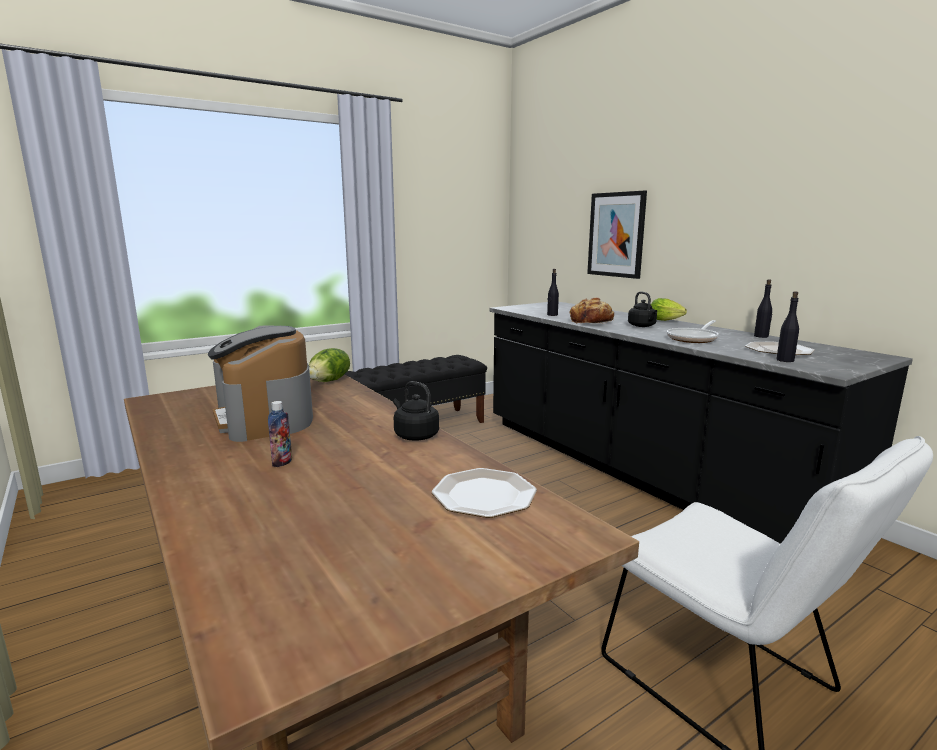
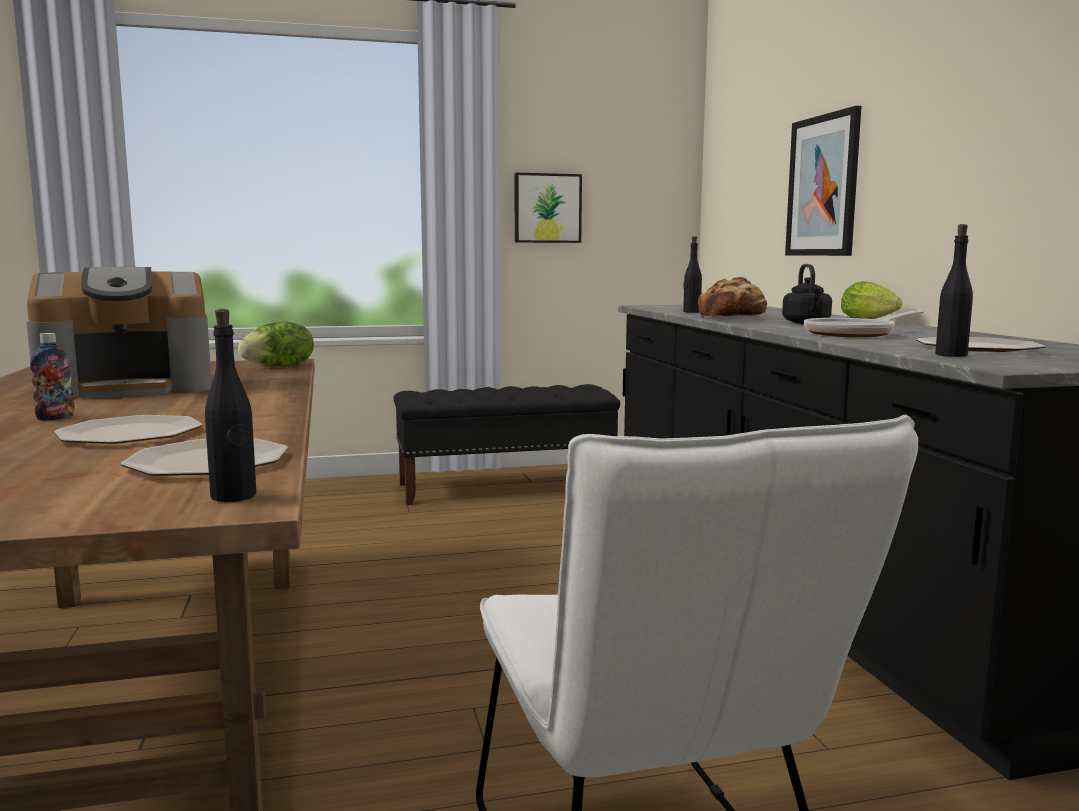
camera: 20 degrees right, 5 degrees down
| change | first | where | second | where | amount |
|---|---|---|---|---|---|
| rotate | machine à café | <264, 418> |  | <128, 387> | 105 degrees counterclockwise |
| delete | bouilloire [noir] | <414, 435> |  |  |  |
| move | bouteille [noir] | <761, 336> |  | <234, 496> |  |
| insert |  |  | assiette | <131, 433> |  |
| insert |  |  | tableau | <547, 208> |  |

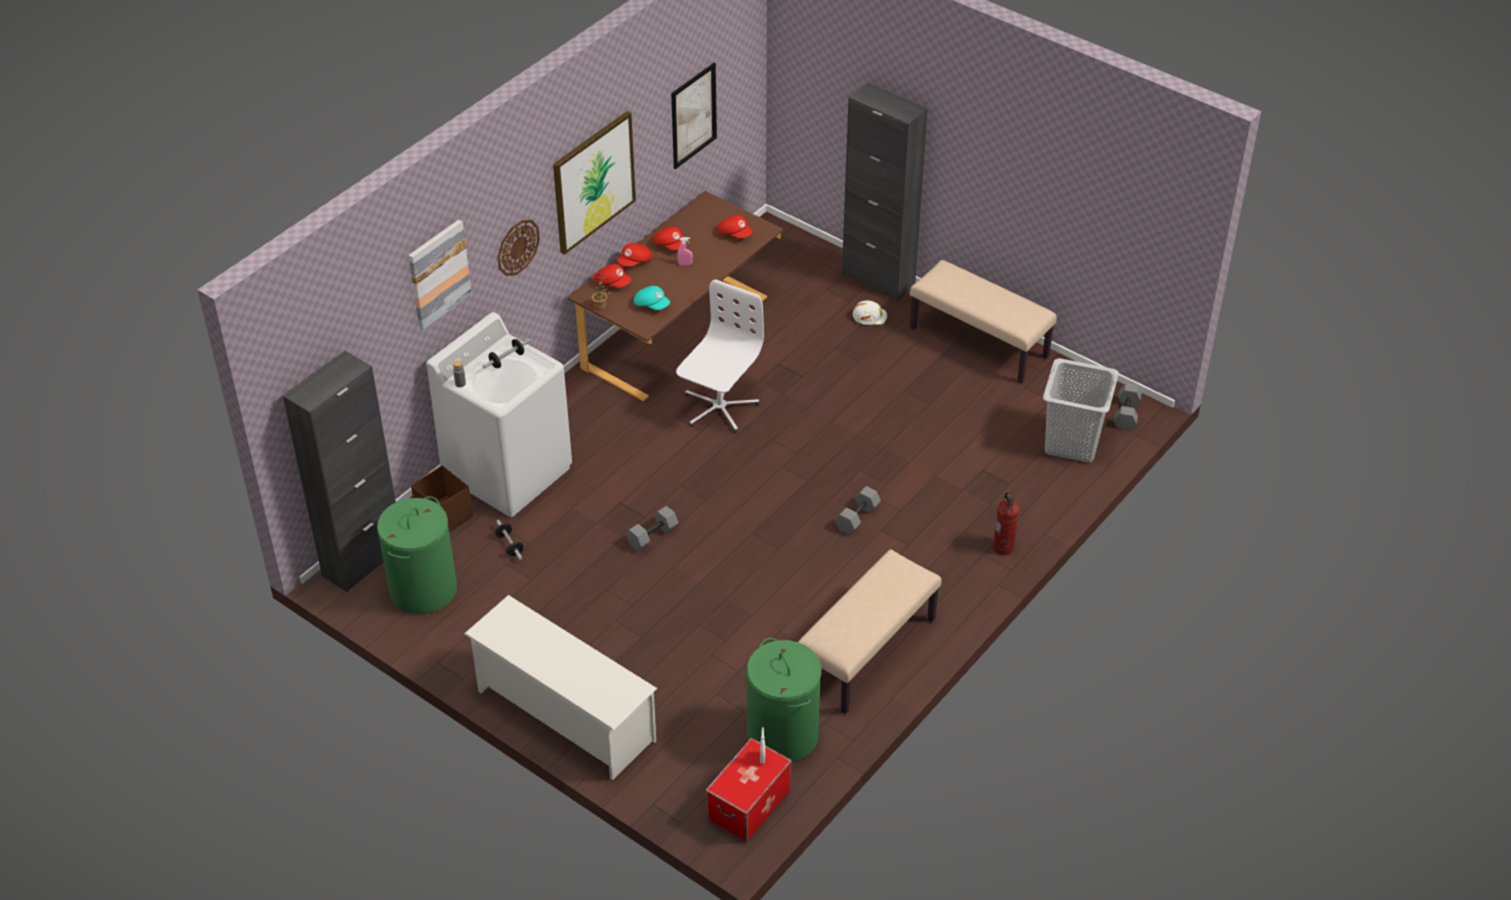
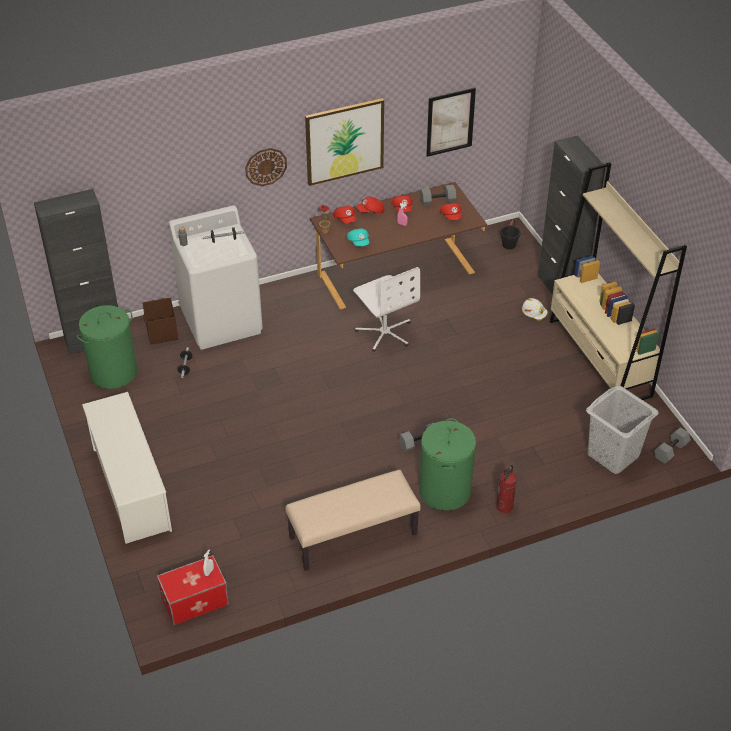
camera: 30 degrees right, 0 degrees up
| change | first | where | second | where | amount |
|---|---|---|---|---|---|
| delete | tableau | <438, 274> |  |  |  |
| move | haltère [gris] | <652, 535> |  | <437, 201> |  |
| rotate | chaise de bureau [blanc] | <719, 408> |  | <385, 332> | 90 degrees clockwise |
| move | panier à linge [vert] | <783, 735> |  | <445, 491> |  |
| replace | banc [beige] | <979, 342> | bibliothèque [beige] | <599, 358> |  |
| insert |  |  | seau [noir] | <509, 245> |  |

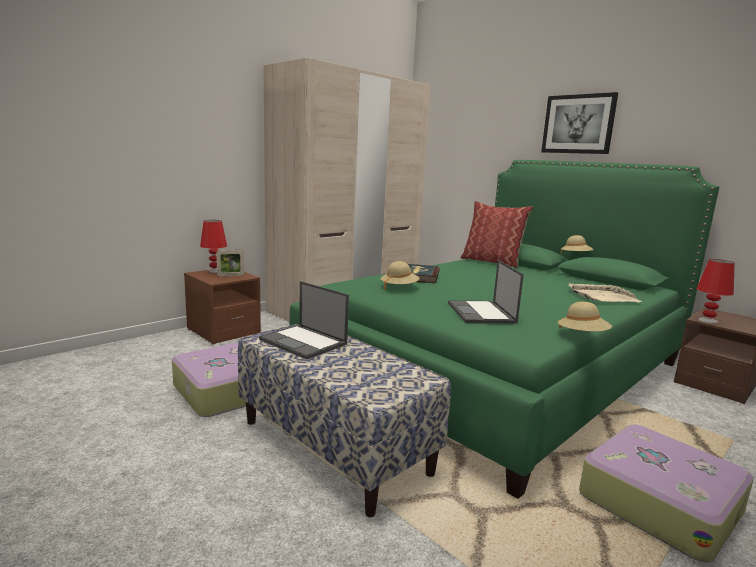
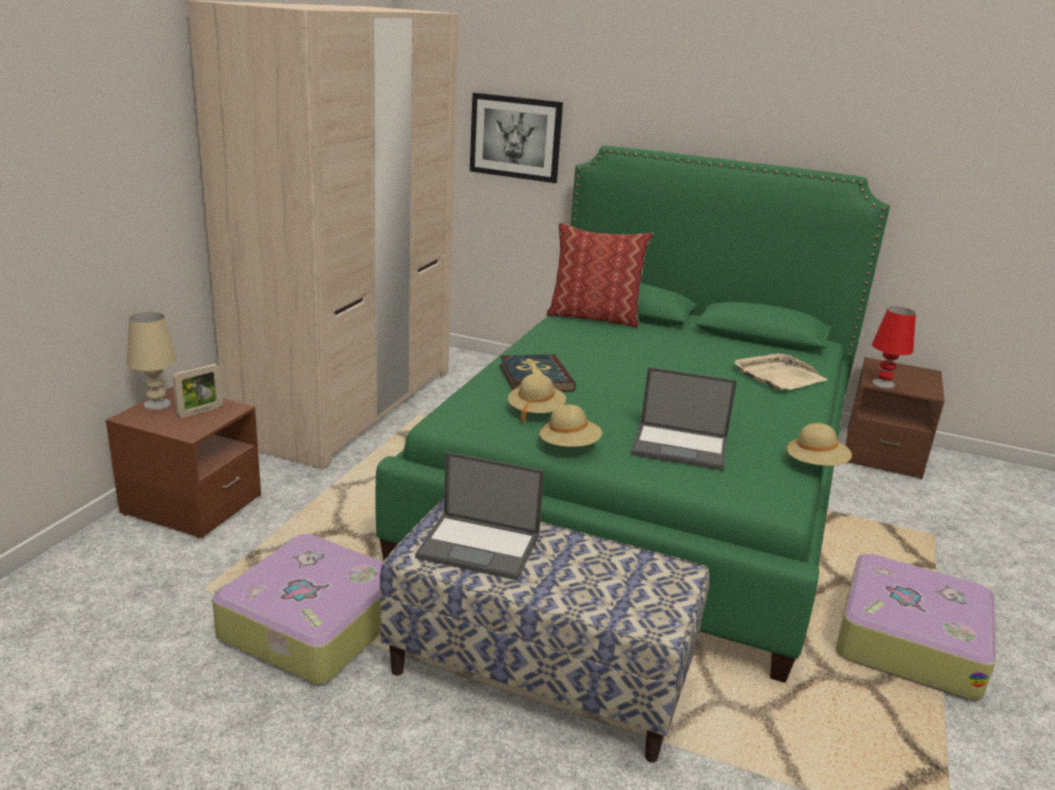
camera: 25 degrees left, 10 degrees up
| change | first | where | second | where | amount |
|---|---|---|---|---|---|
| recolor | lampe de table [rouge] | <214, 271> | lampe de table [beige] | <157, 404> |  |
| rotate | ordinateur portable | <481, 313> |  | <681, 447> | 45 degrees counterclockwise |
| move | tableau | <578, 124> |  | <515, 137> |  |
| move | chapeau [beige] | <575, 256> |  | <569, 446> |  |

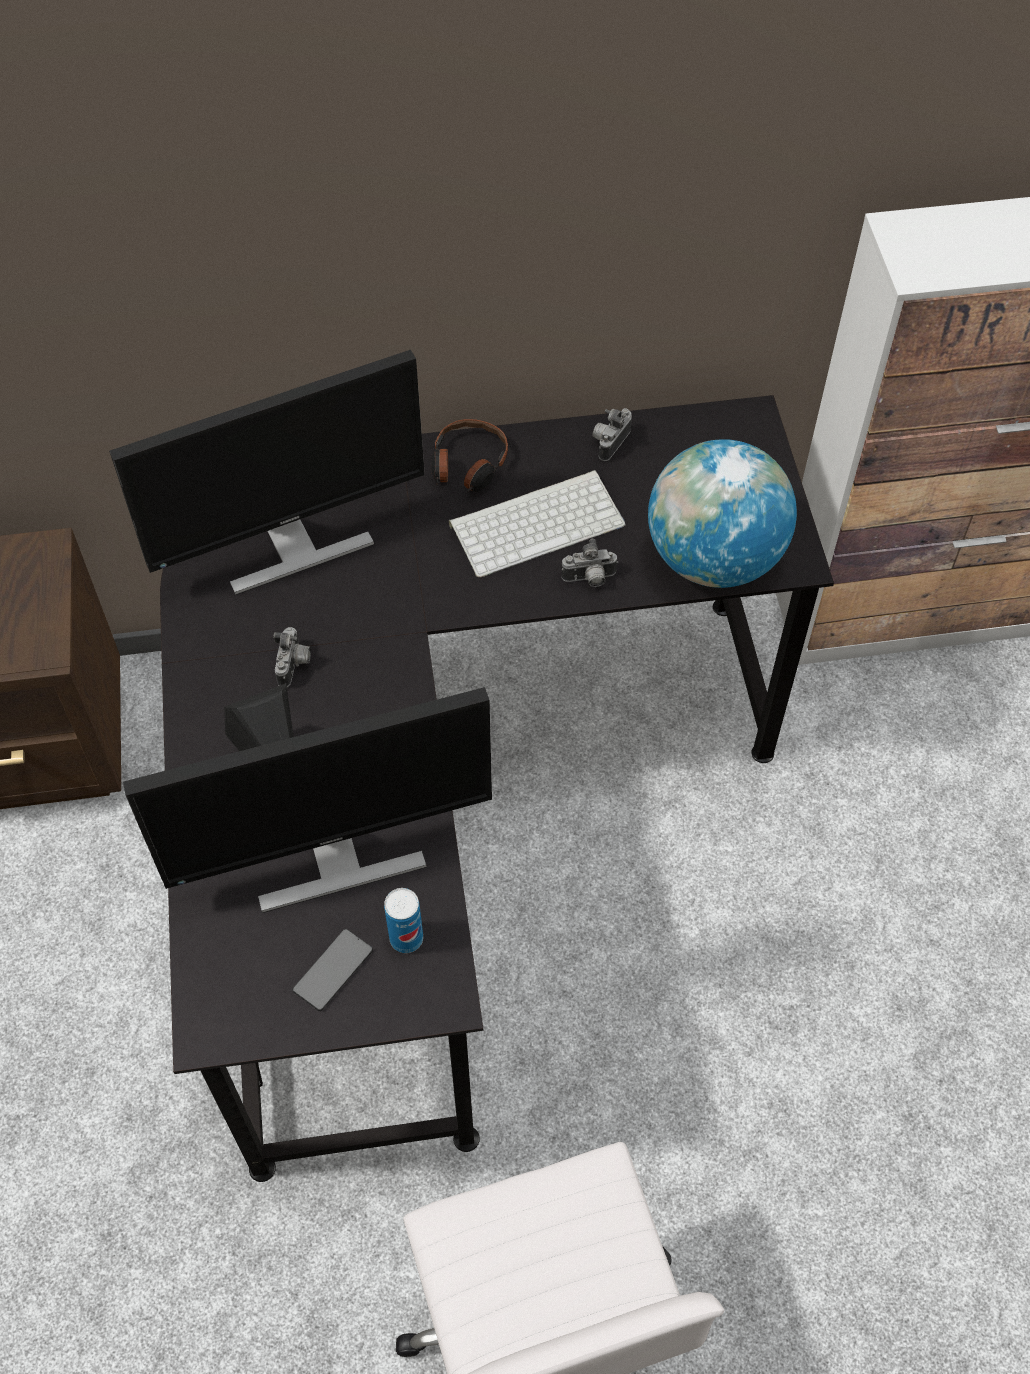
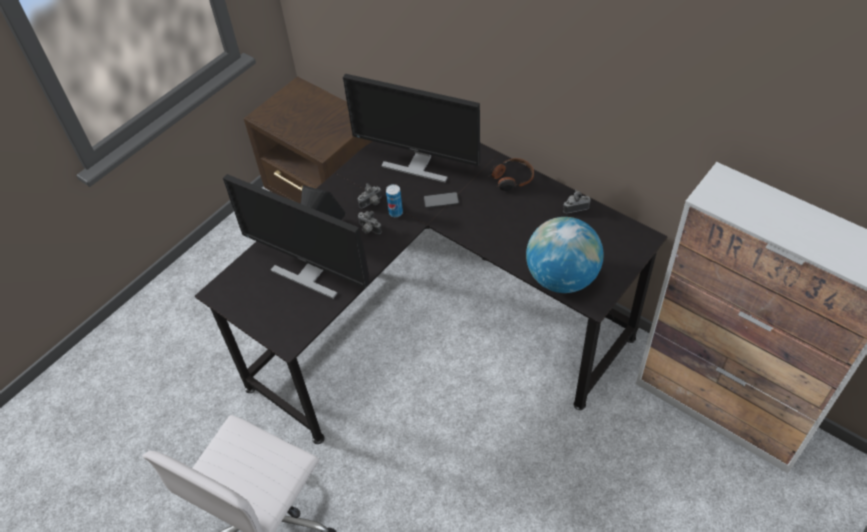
camera: 50 degrees right, 5 degrees down
| change | first | where | second | where | amount |
|---|---|---|---|---|---|
| move | téléphone | <333, 970> |  | <441, 200> |  |
| move | boîte métallique | <406, 938> |  | <395, 212> |  |
| delete | clavier | <538, 522> |  |  |  |
| move | appareil photo | <589, 579> |  | <368, 229> |  |

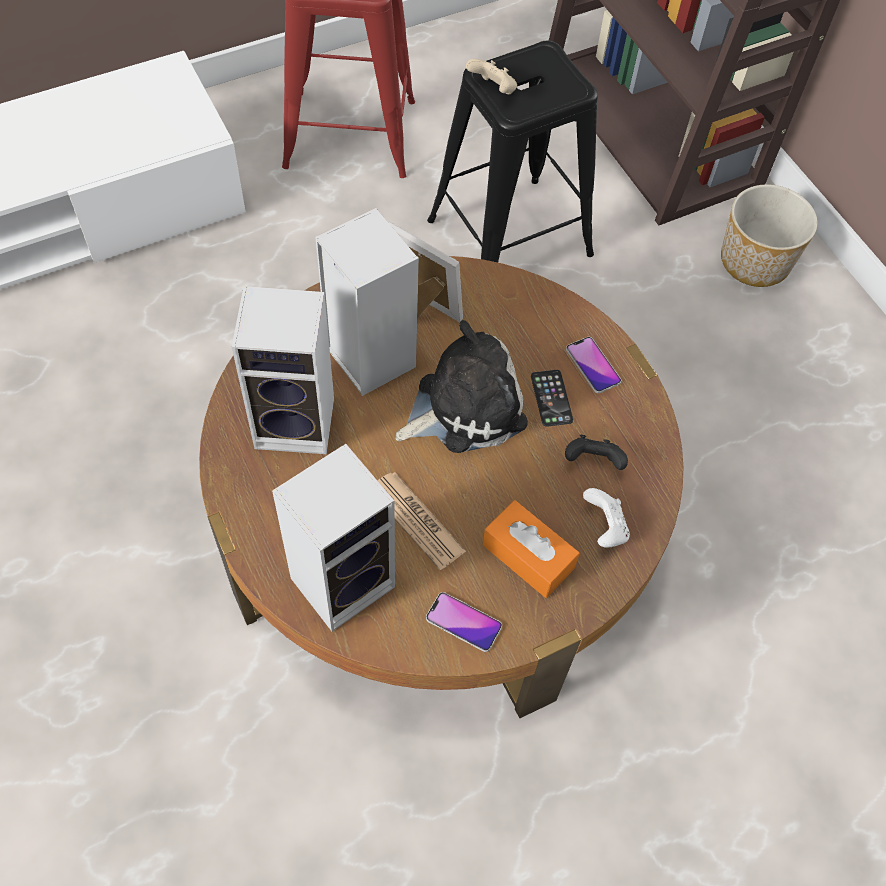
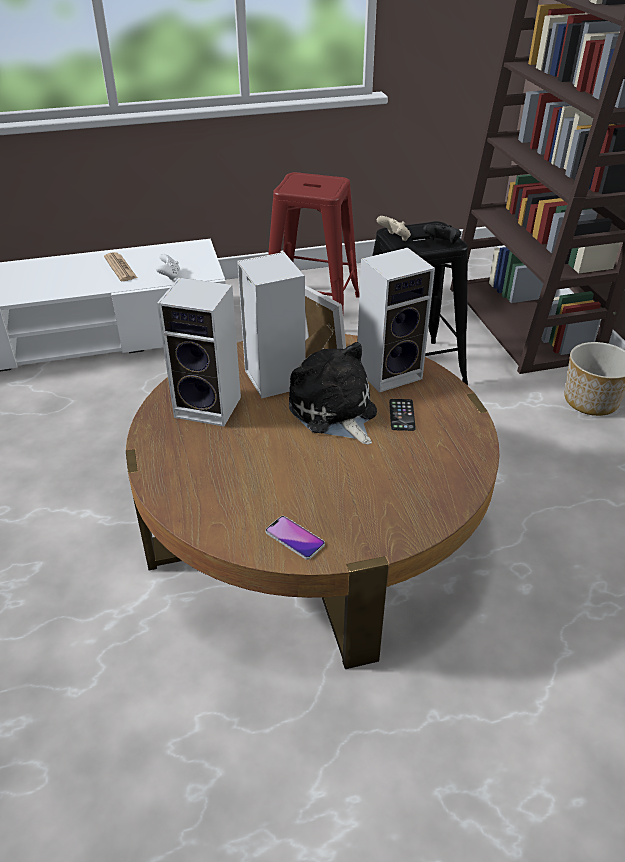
camera: 15 degrees right, 20 degrees down
| change | first | where | second | where | amount |
|---|---|---|---|---|---|
| move | enceinte | <344, 579> |  | <390, 372> |  |
| move | journal | <416, 520> |  | <120, 267> |  |
| rotate | peluche | <464, 406> |  | <334, 412> | 105 degrees counterclockwise |
| delete | boîte à mouchoirs [orange] | <528, 556> |  |  |  |
| move | manette [noir] | <593, 462> |  | <441, 244> |  |
| delete | téléphone | <593, 365> |  |  |  |
| move | manette [blanc] | <604, 528> |  | <169, 276> |  |

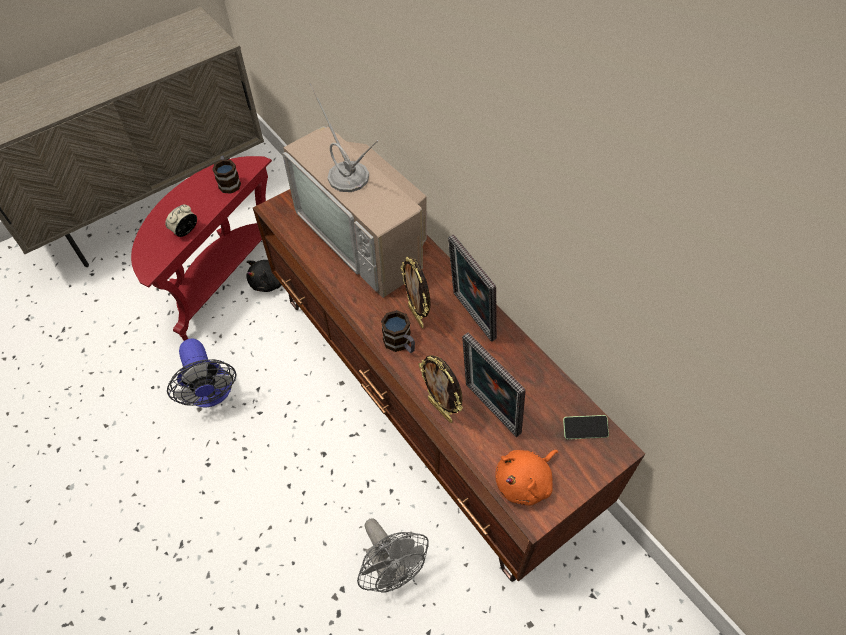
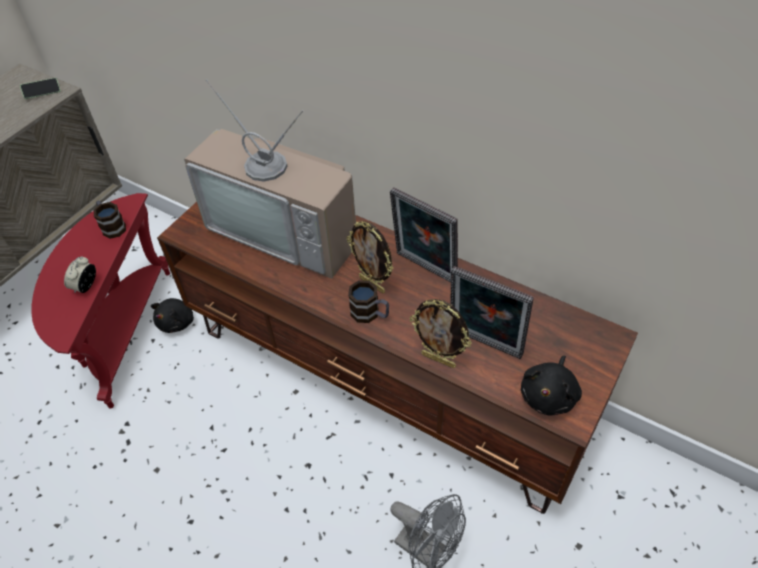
camera: 20 degrees left, 5 degrees down
| change | first | where | second | where | amount |
|---|---|---|---|---|---|
| delete | ventilateur | <211, 394> |  |  |  |
| recolor | peluche [orange] | <525, 482> | peluche [noir] | <549, 395> |  |
| move | téléphone | <584, 430> |  | <42, 92> |  |

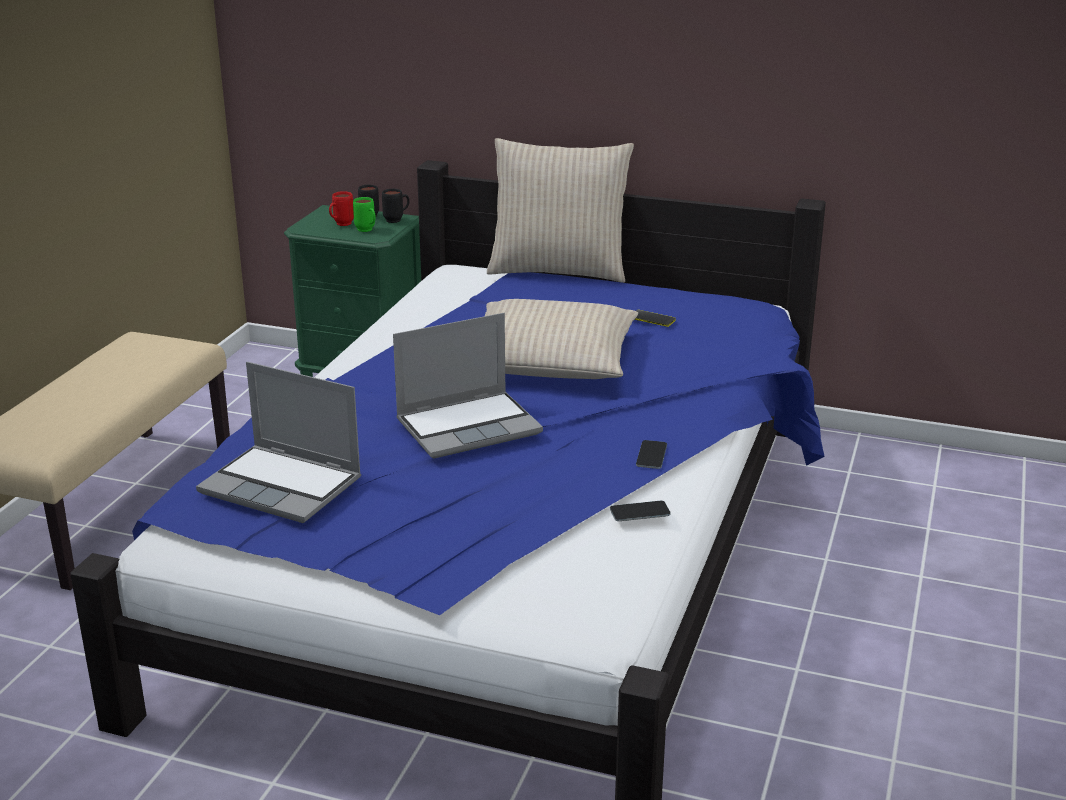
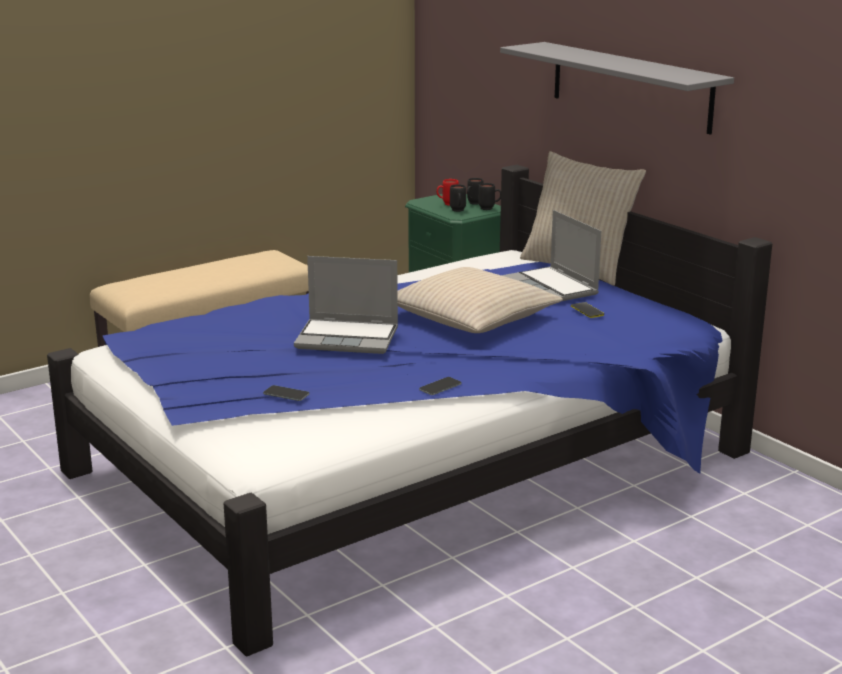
camera: 35 degrees right, 5 degrees down
| change | first | where | second | where | amount |
|---|---|---|---|---|---|
| move | ordinateur portable | <283, 486> |  | <551, 288> |  |
| recolor | mug [vert] | <367, 231> | mug [noir] | <458, 211> |  |
| move | téléphone | <640, 512> |  | <286, 394> |  |
| insert |  |  | étagère [gris] | <630, 86> |  |

